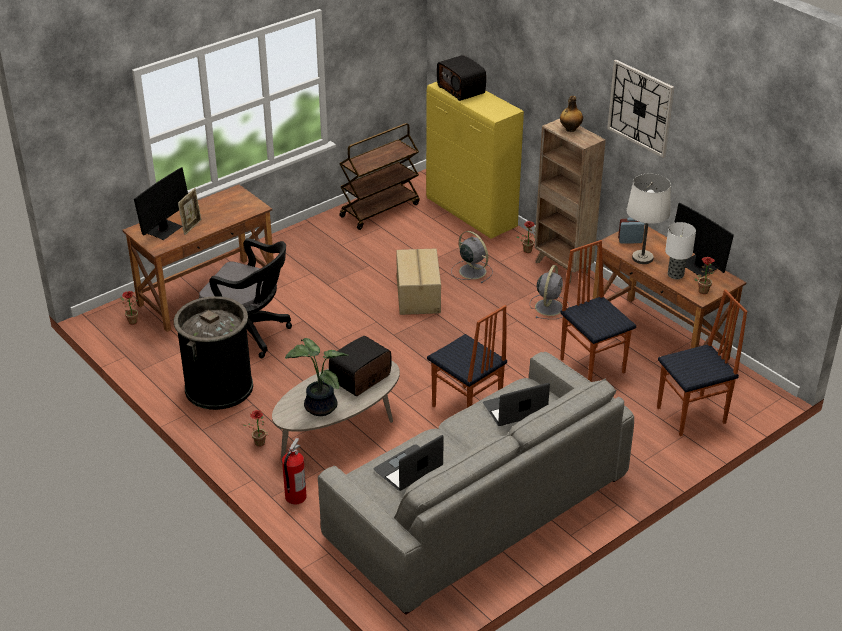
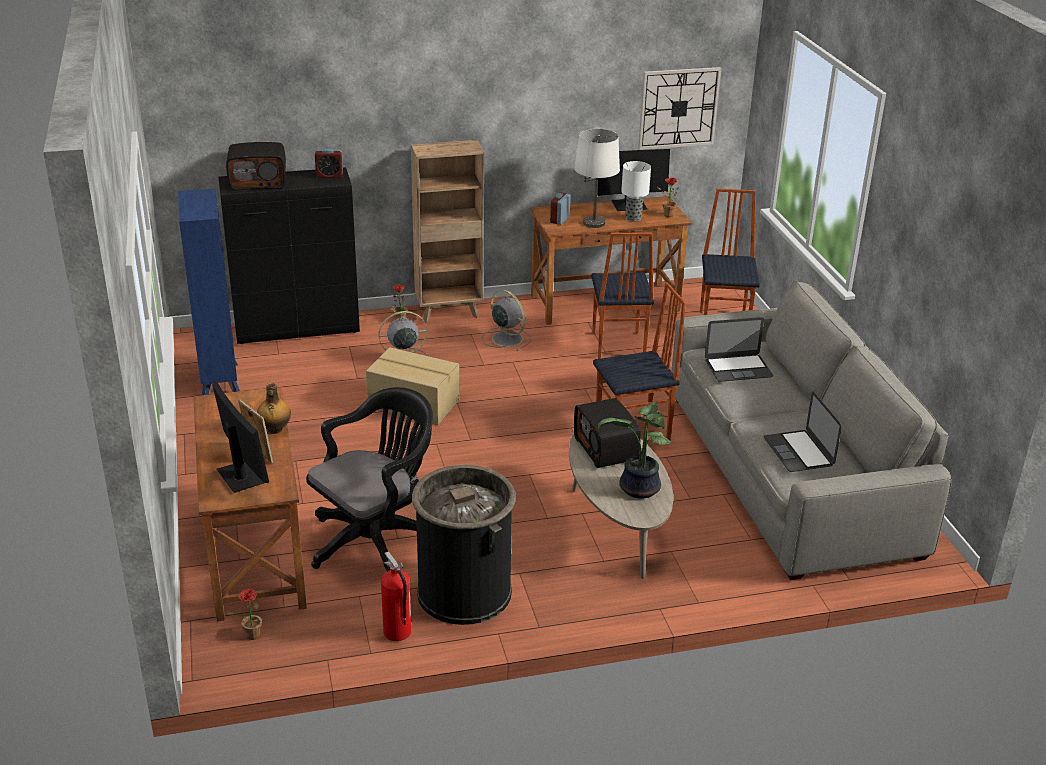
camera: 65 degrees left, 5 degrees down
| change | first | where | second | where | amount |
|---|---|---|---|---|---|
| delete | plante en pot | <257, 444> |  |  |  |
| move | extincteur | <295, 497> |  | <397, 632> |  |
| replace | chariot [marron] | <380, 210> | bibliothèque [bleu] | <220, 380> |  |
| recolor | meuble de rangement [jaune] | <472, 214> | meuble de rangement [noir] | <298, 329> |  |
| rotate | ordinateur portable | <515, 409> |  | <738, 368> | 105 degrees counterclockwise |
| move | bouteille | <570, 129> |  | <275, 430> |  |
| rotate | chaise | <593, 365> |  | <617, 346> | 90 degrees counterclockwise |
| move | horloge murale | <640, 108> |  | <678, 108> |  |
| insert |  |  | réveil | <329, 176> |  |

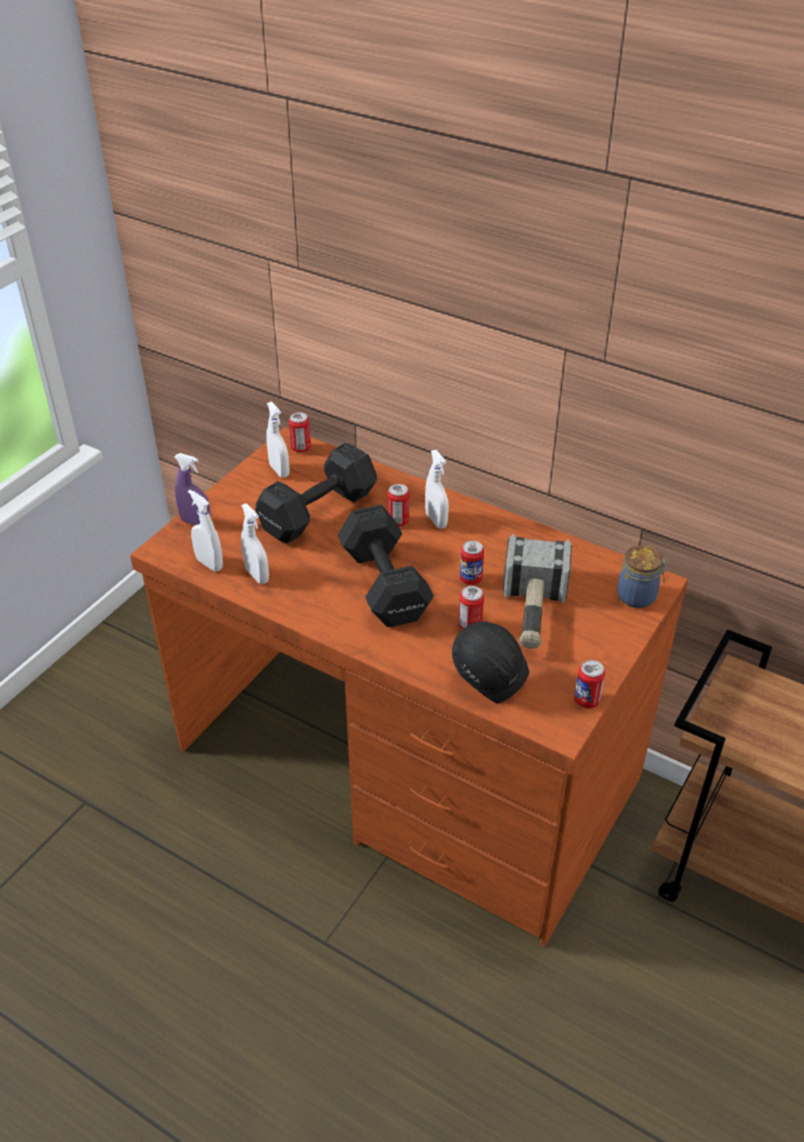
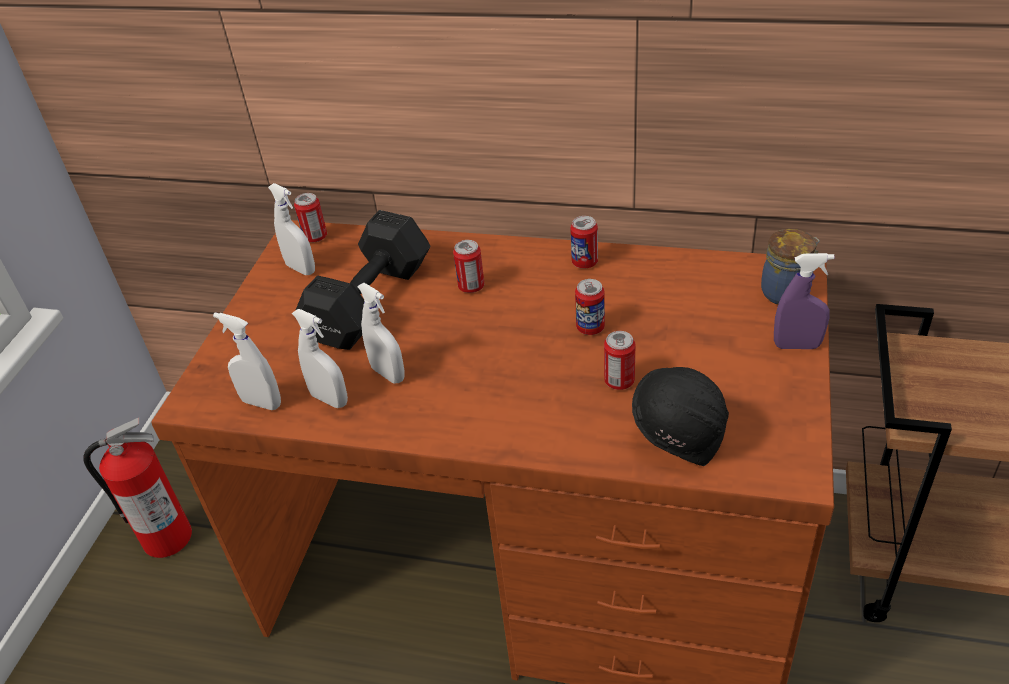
camera: 15 degrees left, 0 degrees up
| change | first | where | second | where | amount |
|---|---|---|---|---|---|
| move | vaporisateur [violet] | <195, 522> |  | <797, 345> |  |
| delete | haltère [noir] | <384, 586> |  |  |  |
| move | vaporisateur [blanc] | <436, 520> |  | <388, 374> |  |
| delete | marteau | <532, 611> |  |  |  |
| move | boîte métallique | <586, 700> |  | <584, 262> |  |
| insert |  |  | extincteur | <166, 537> |  |

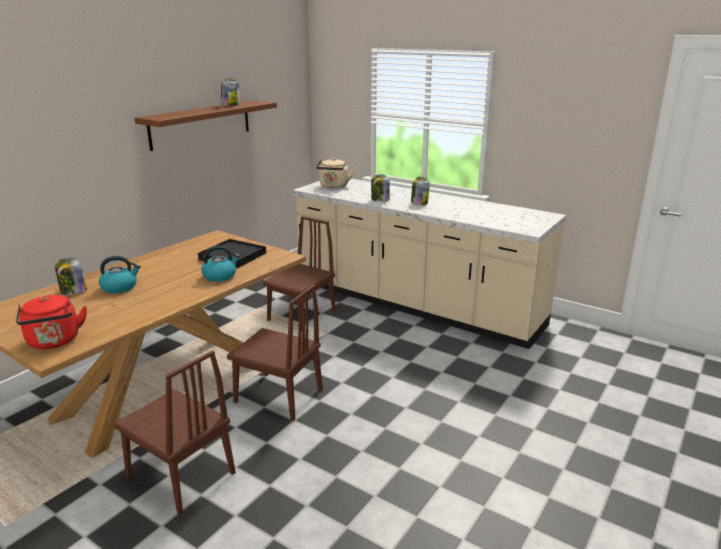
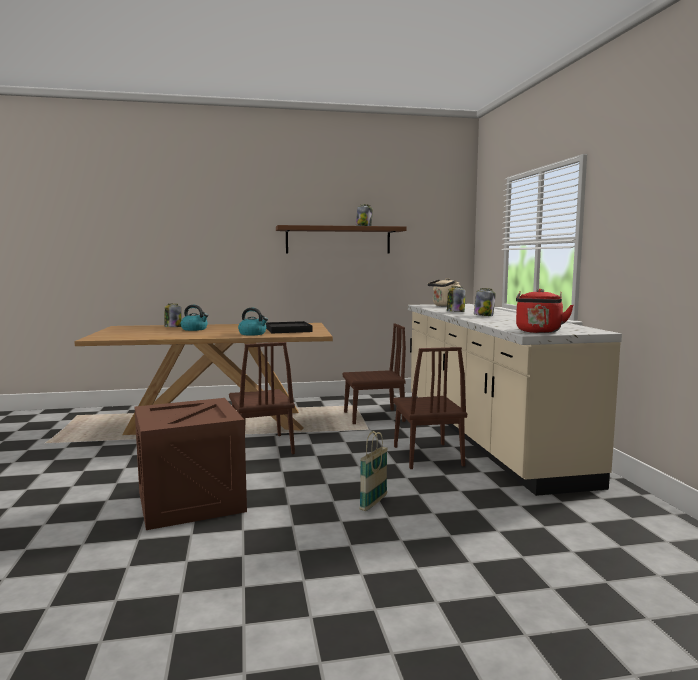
camera: 45 degrees right, 15 degrees down
| change | first | where | second | where | amount |
|---|---|---|---|---|---|
| move | bouilloire [rouge] | <54, 342> |  | <538, 332> |  |
| move | chaise [marron] | <181, 475> |  | <427, 455> |  |
| insert |  |  | caisse | <190, 501> |  |
| insert |  |  | panier | <373, 503> |  |

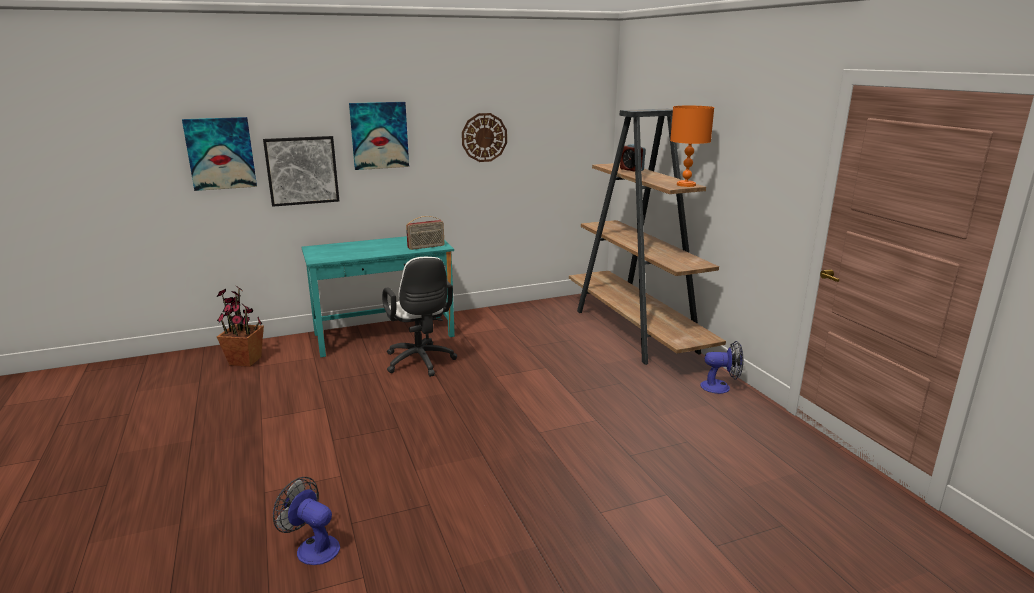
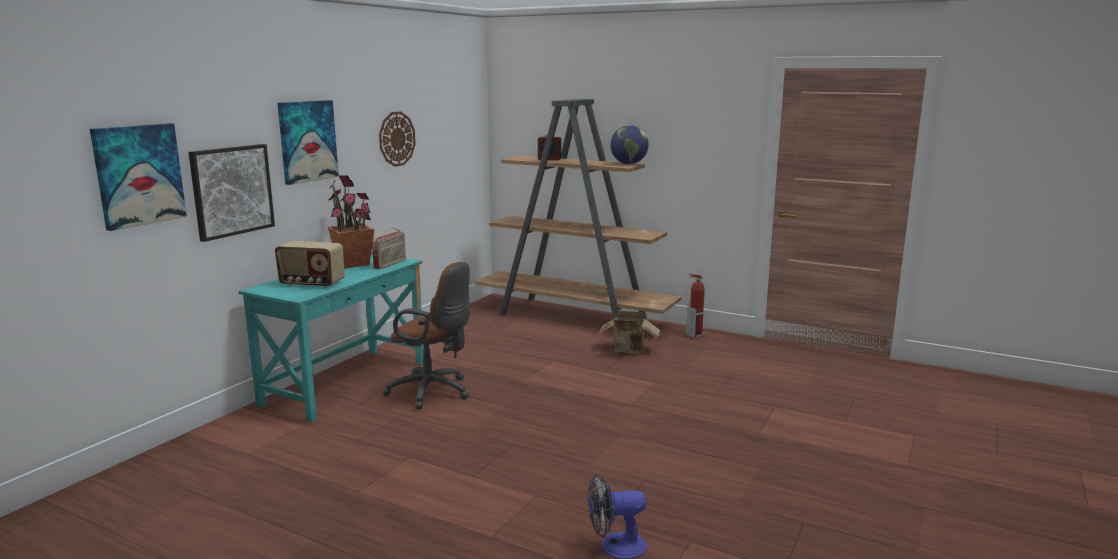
camera: 40 degrees left, 5 degrees down
| change | first | where | second | where | amount |
|---|---|---|---|---|---|
| move | plante en pot | <245, 361> |  | <354, 264> |  |
| recolor | chaise de bureau [blanc] | <420, 363> | chaise de bureau [marron] | <433, 392> |  |
| replace | lampe de table [orange] | <686, 185> | globe | <628, 164> |  |
| replace | ventilateur | <720, 387> | extincteur | <695, 335> |  |
| insert |  |  | radio | <311, 284> |  |
| insert |  |  | carton | <629, 350> |  |

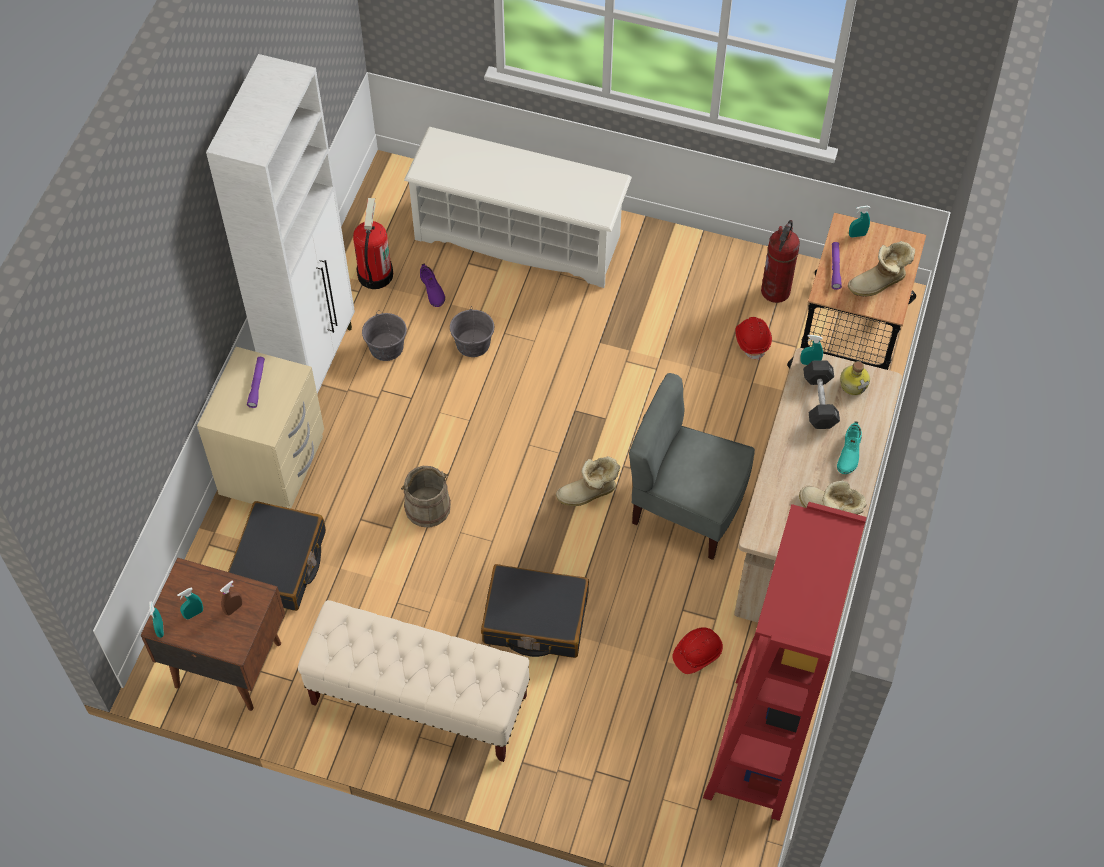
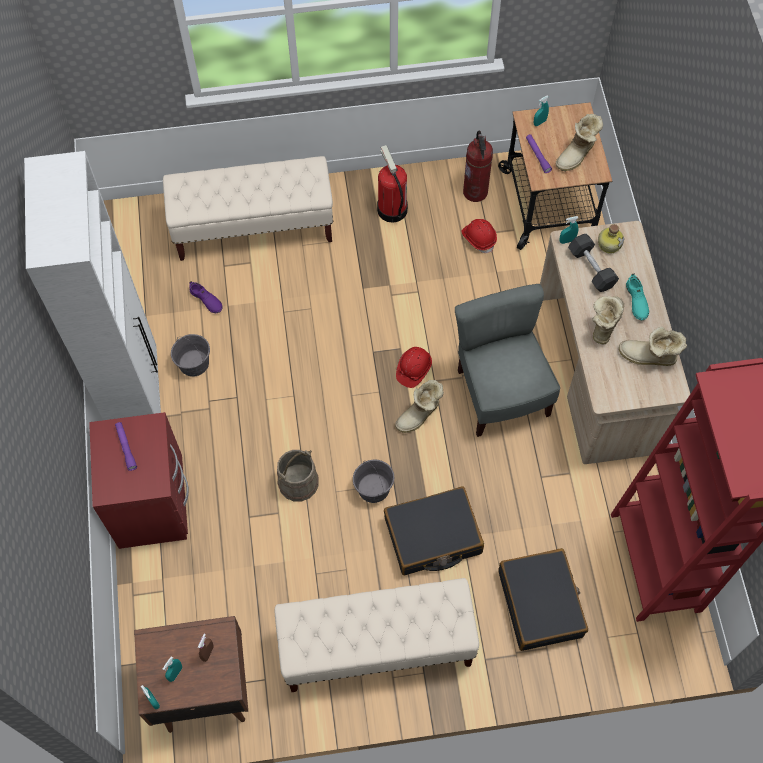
camera: 25 degrees left, 5 degrees up
| change | first | where | second | where | amount |
|---|---|---|---|---|---|
| recolor | table de chevet [beige] | <273, 466> | table de chevet [rouge] | <153, 504> |  |
| move | valise [noir] | <278, 564> |  | <541, 603> |  |
| move | extincteur | <374, 274> |  | <391, 209> |  |
| replace | étagère à chaussures [blanc] | <519, 237> | banc [beige] | <254, 228> |  |
| move | seau [gris] | <473, 343> |  | <373, 488> |  |
| rotate | chaise [gris] | <687, 508> |  | <500, 393> | 75 degrees clockwise |
| move | casque de chantier [rouge] | <697, 654> |  | <413, 369> |  |
| insert |  |  | botte | <604, 324> |  |

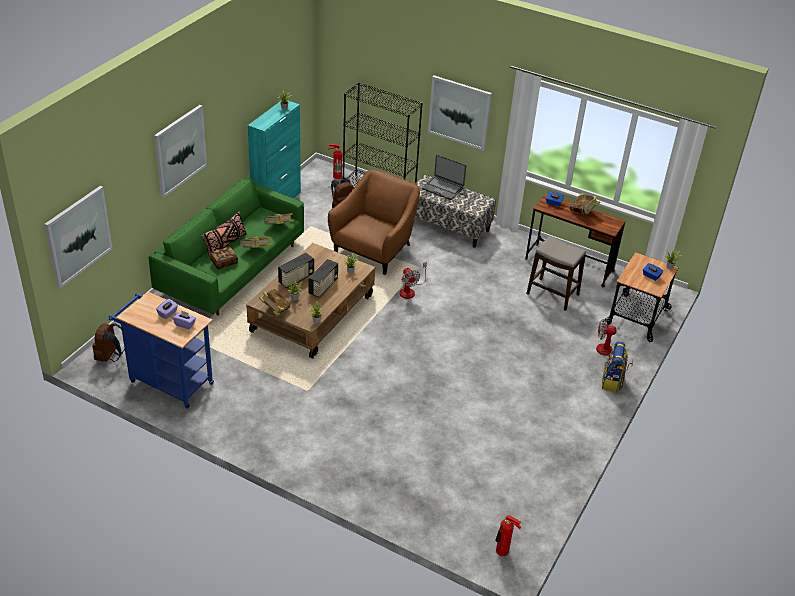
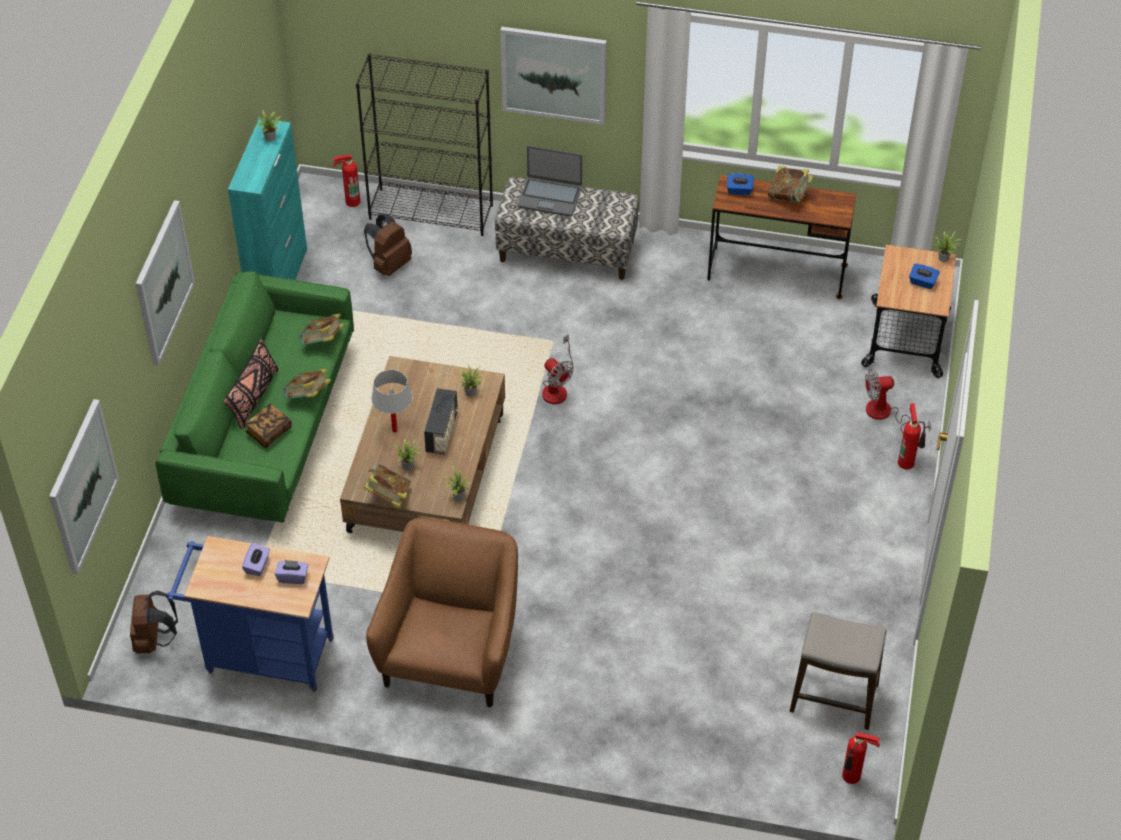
camera: 15 degrees left, 10 degrees up
| change | first | where | second | where | amount |
|---|---|---|---|---|---|
| replace | radio | <296, 279> | lampe de table [blanc] | <394, 430> |  |
| move | fauteuil [marron] | <374, 250> |  | <451, 653> |  |
| move | tabouret | <552, 294> |  | <834, 698> |  |
| replace | sac à dos | <612, 382> | extincteur | <907, 462> |  |

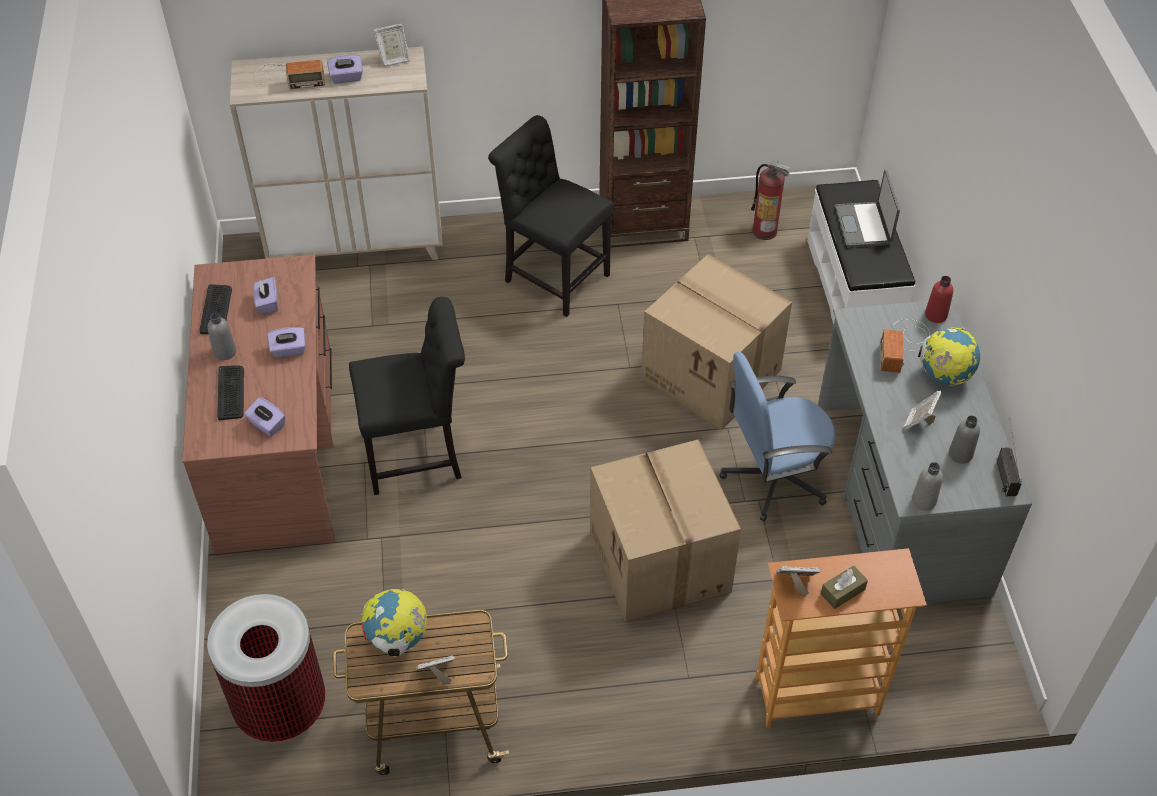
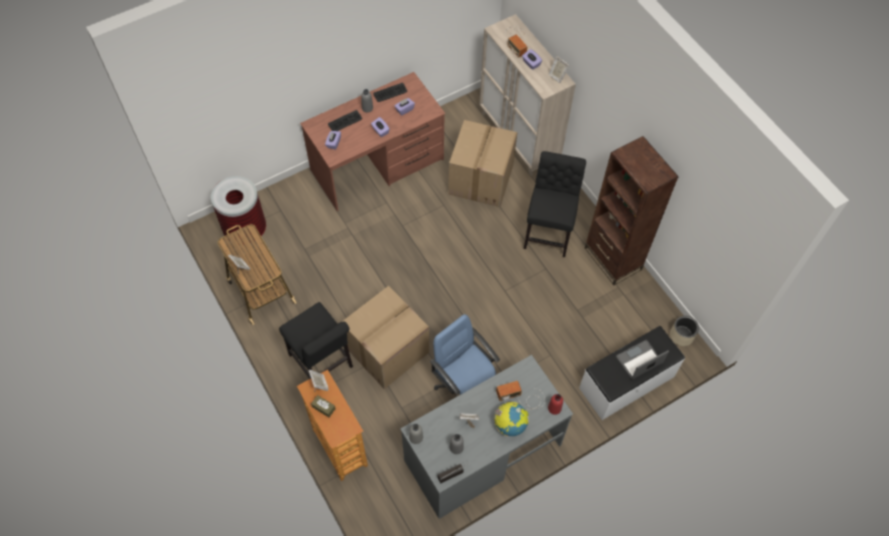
camera: 65 degrees right, 10 degrees up
| change | first | where | second | where | amount |
|---|---|---|---|---|---|
| move | chaise [noir] | <418, 455> |  | <322, 363> |  |
| delete | globe | <397, 638> |  |  |  |
| move | carton | <713, 374> |  | <481, 180> |  |
| delete | extincteur | <765, 231> |  |  |  |
| insert |  |  | cache-pot [beige] | <681, 336> |  |

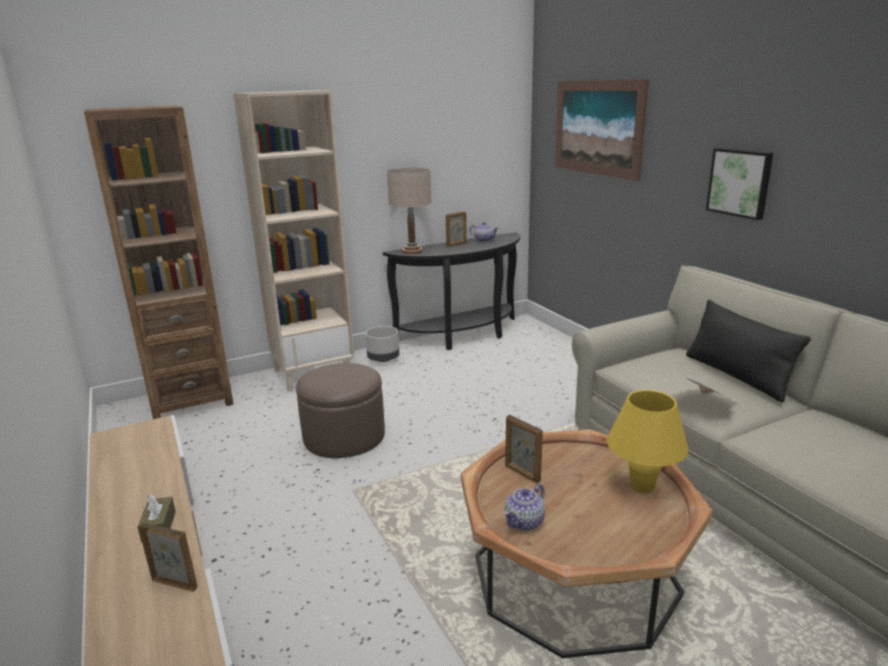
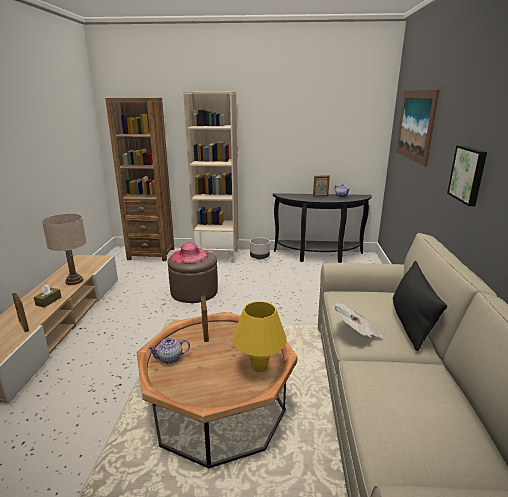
camera: 30 degrees right, 0 degrees up
| change | first | where | second | where | amount |
|---|---|---|---|---|---|
| move | lampe de table [beige] | <412, 251> |  | <74, 281> |  |
| insert |  |  | chapeau [rose] | <189, 255> |  |

